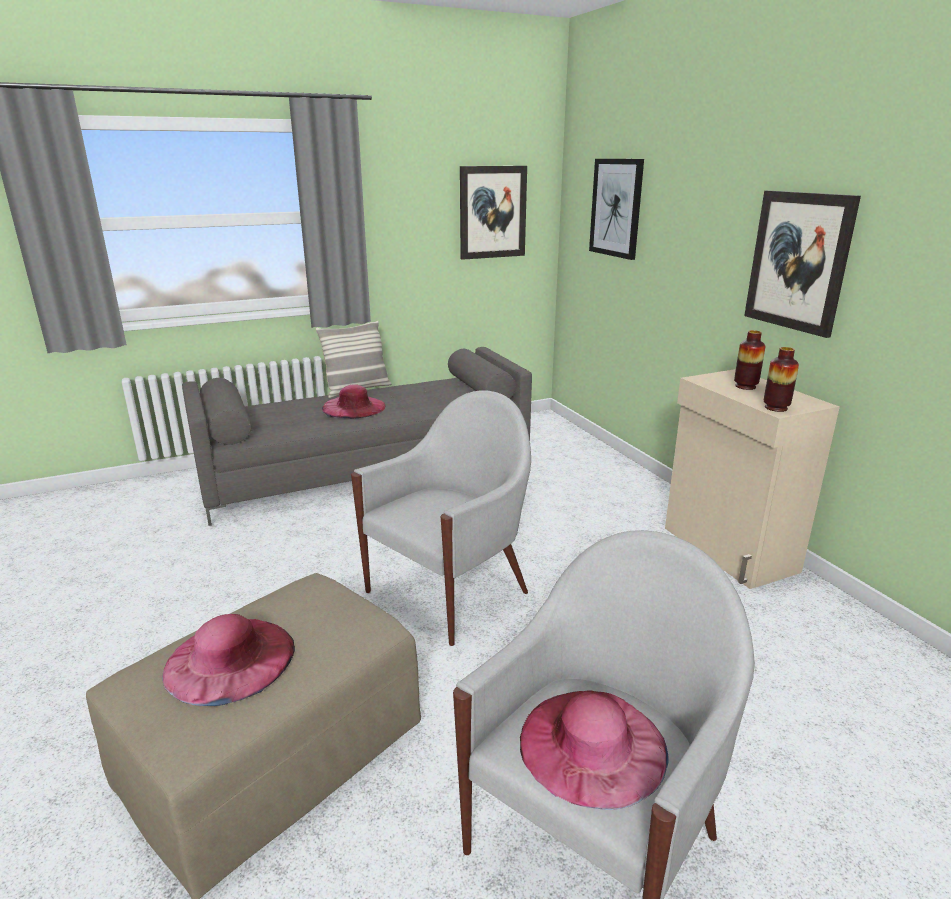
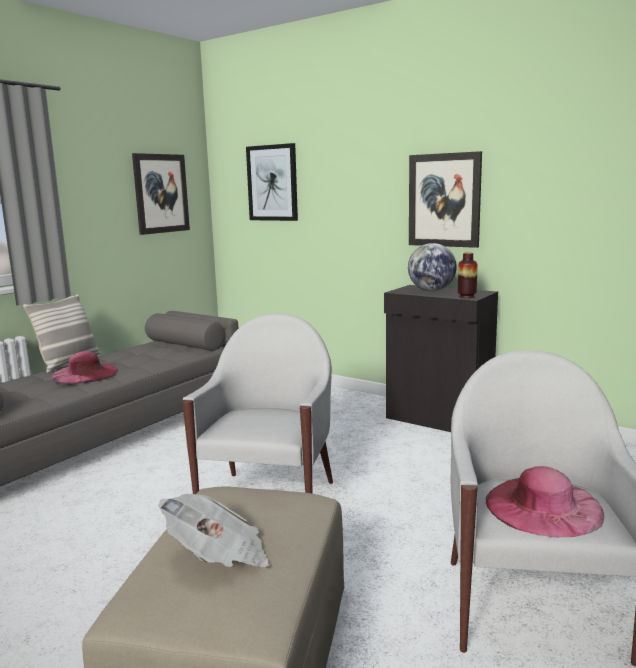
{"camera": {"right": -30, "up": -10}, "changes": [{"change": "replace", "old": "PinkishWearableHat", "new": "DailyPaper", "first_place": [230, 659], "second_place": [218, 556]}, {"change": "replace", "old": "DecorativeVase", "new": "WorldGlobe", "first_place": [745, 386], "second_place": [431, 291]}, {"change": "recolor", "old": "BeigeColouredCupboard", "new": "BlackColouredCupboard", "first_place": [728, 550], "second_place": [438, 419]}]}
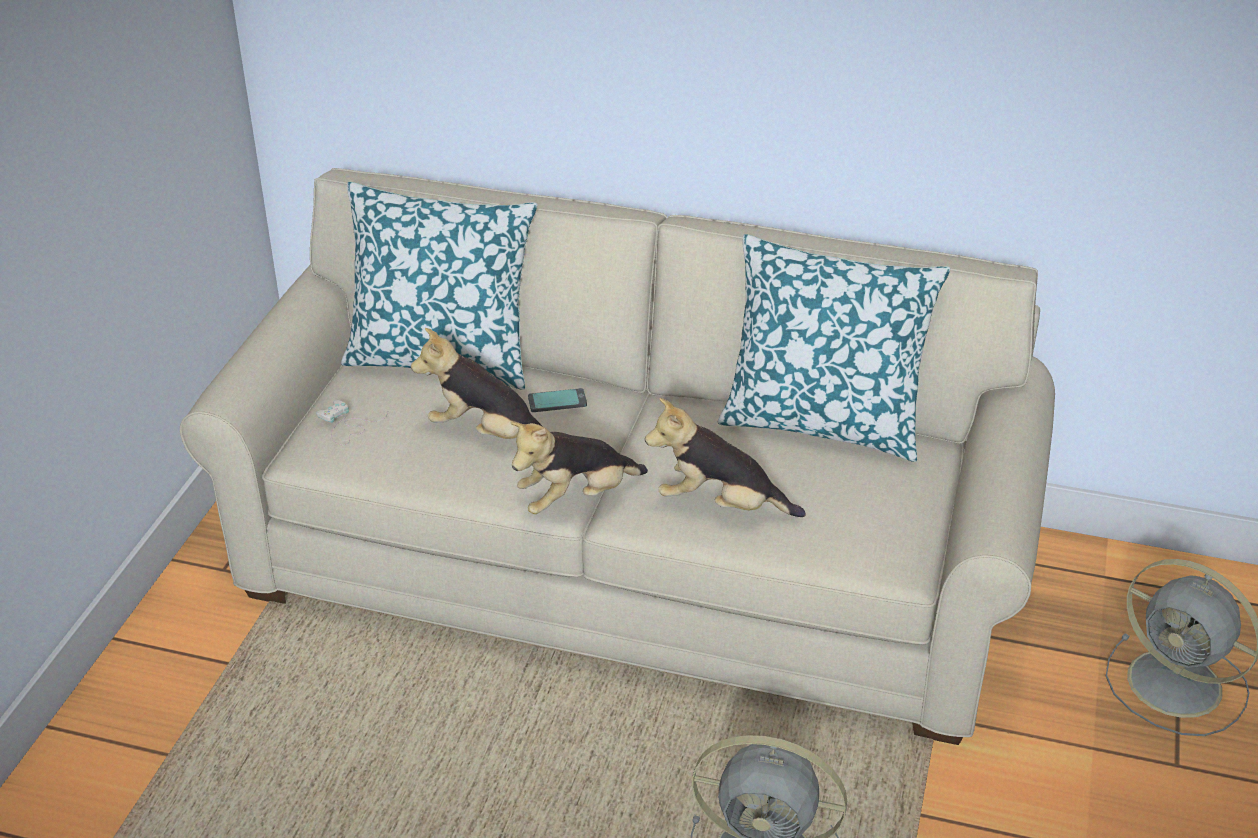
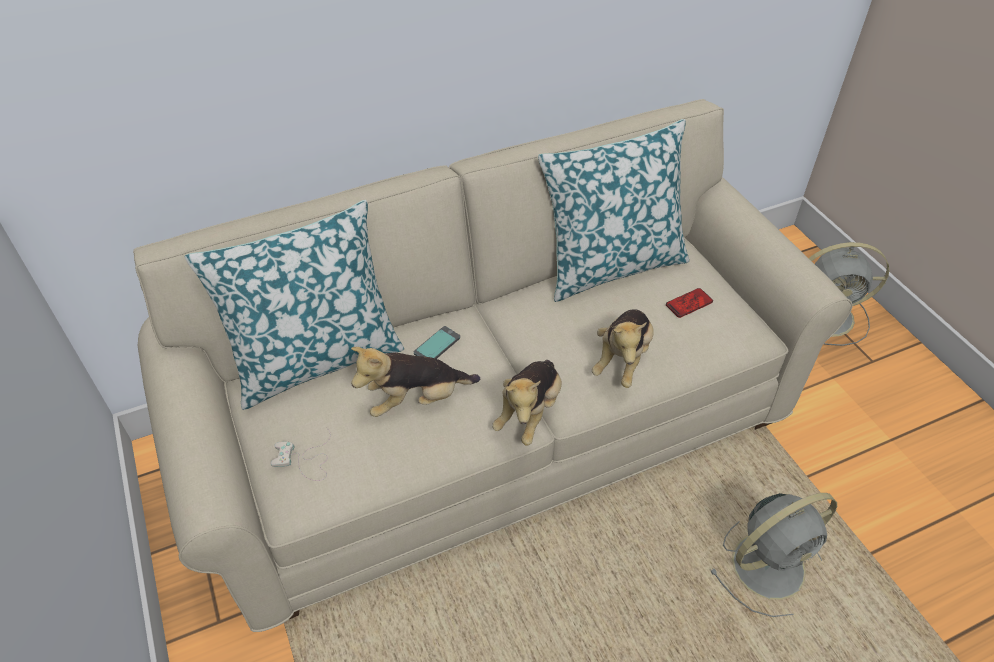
{"camera": {"right": -40, "up": 10}, "changes": [{"change": "insert", "new": "Phone", "second_place": [689, 303]}, {"change": "rotate", "old": "PlushToy", "first_place": [720, 505], "second_place": [622, 359], "degrees": -45}]}
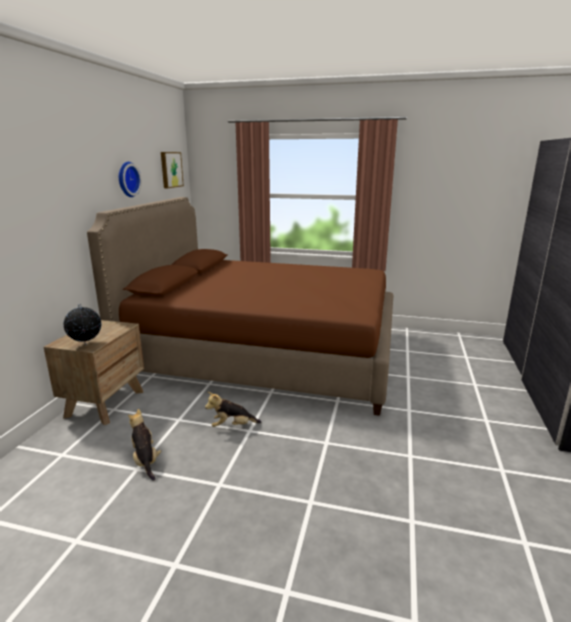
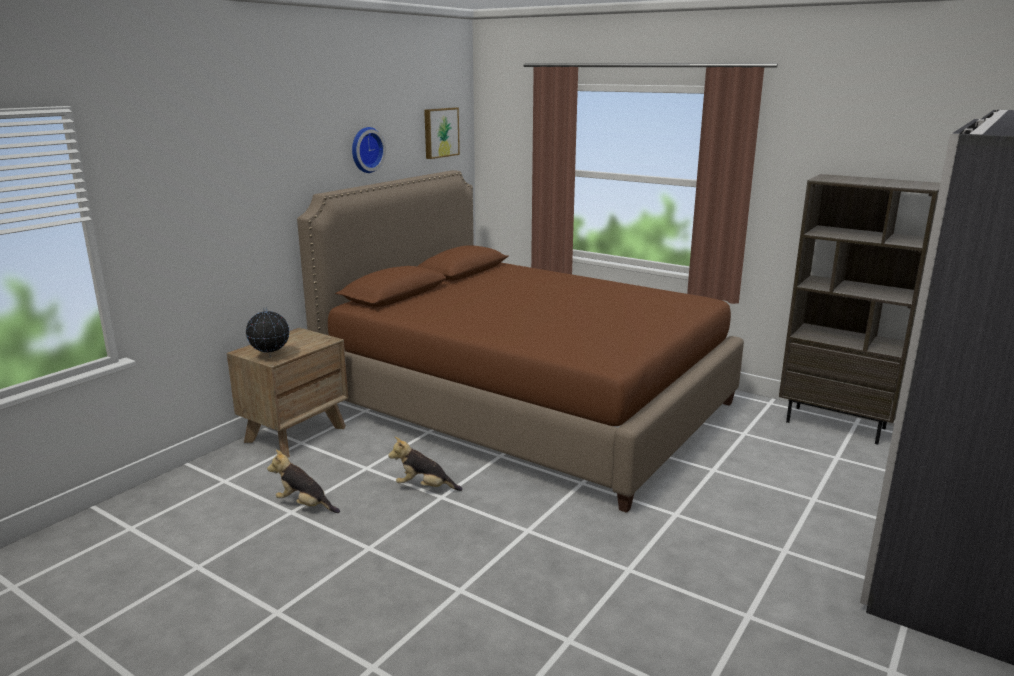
{"camera": {"right": 20, "up": 0}, "changes": [{"change": "insert", "new": "BrownColouredBookcase", "second_place": [836, 425]}, {"change": "rotate", "old": "PlushToy", "first_place": [145, 460], "second_place": [305, 505], "degrees": -60}]}
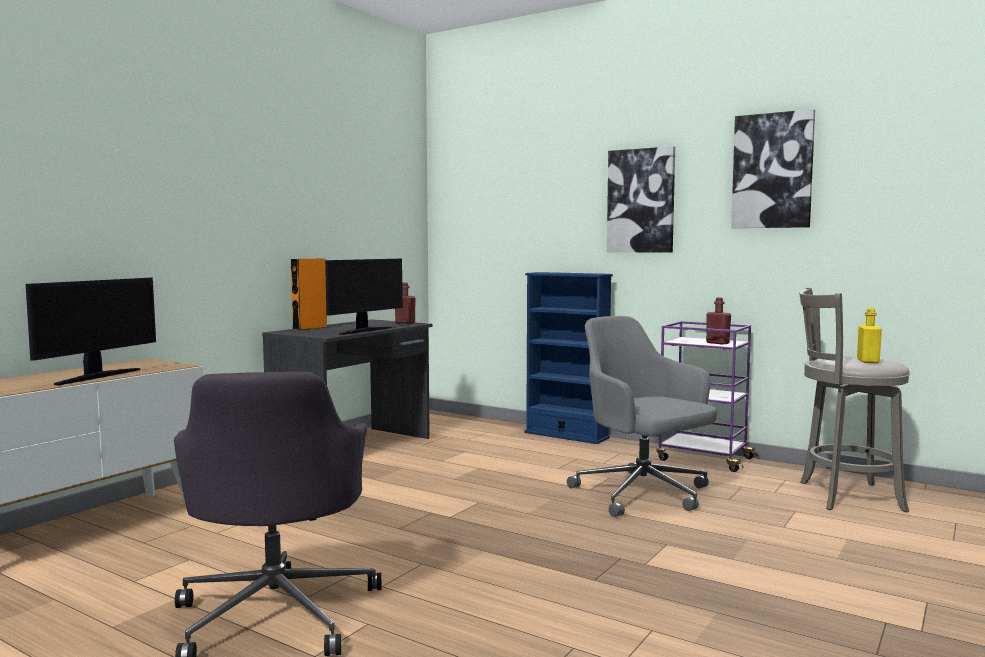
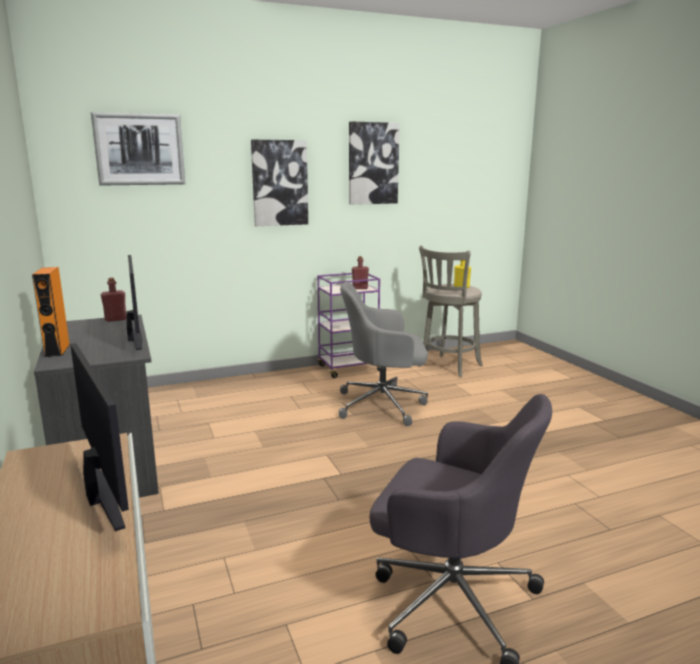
{"camera": {"right": -55, "up": 10}, "changes": [{"change": "delete", "old": "BlueBookcase", "first_place": [566, 435]}, {"change": "insert", "new": "WallArt", "second_place": [139, 149]}]}
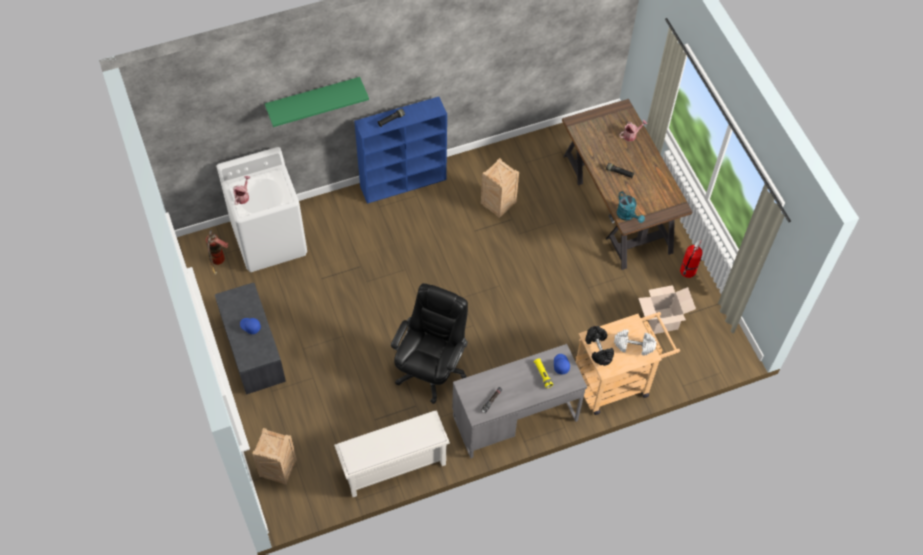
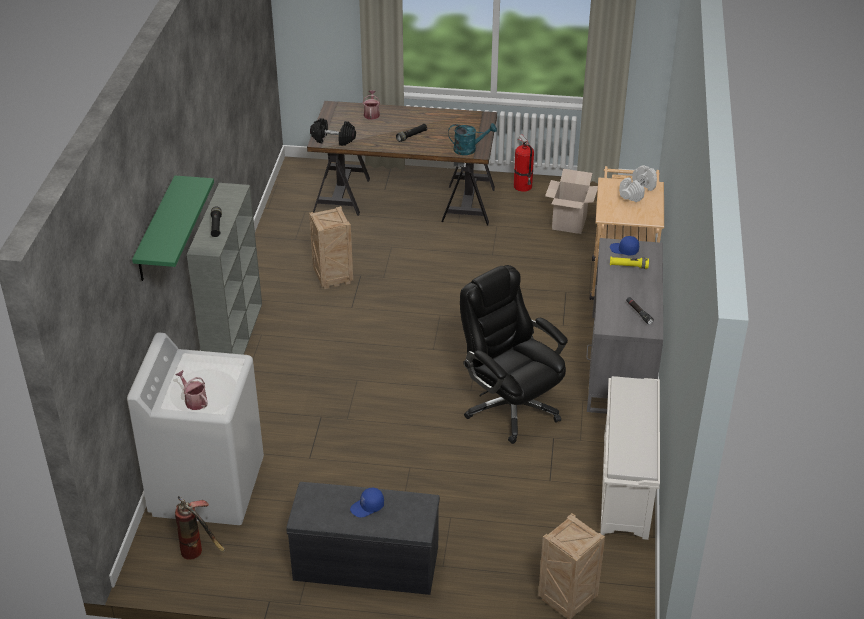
{"camera": {"right": -60, "up": -20}, "changes": [{"change": "move", "old": "BlackColouredFreeWeight", "first_place": [598, 349], "second_place": [333, 139]}, {"change": "recolor", "old": "BlueBookcase", "new": "GreyBookcase", "first_place": [404, 182], "second_place": [234, 338]}]}
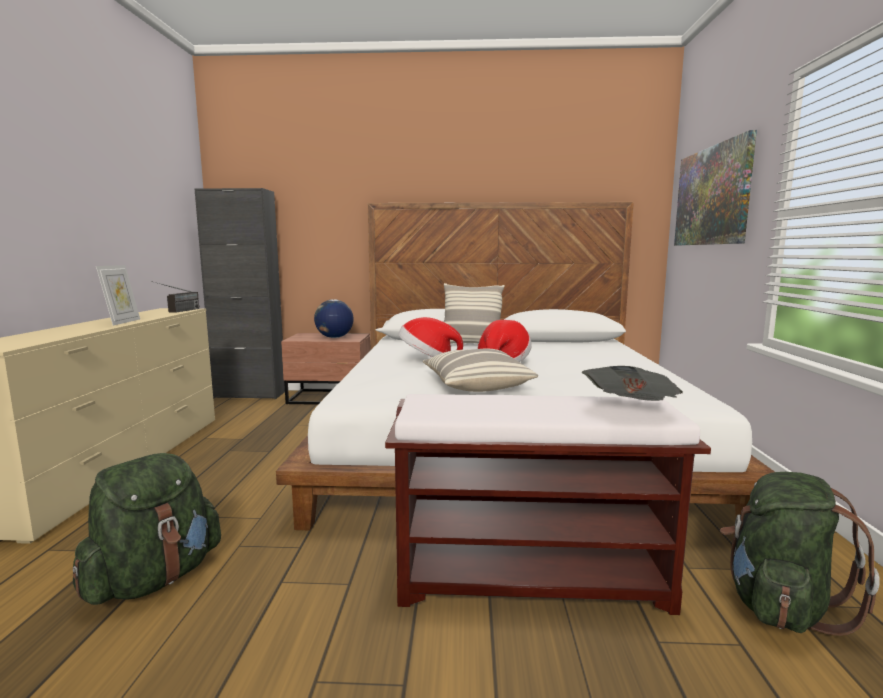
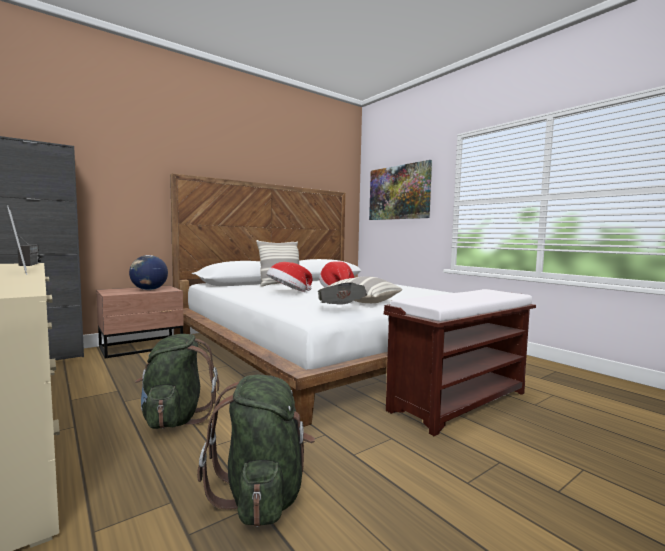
{"camera": {"right": -40, "up": -5}, "changes": [{"change": "move", "old": "DailyPaper", "first_place": [631, 410], "second_place": [341, 308]}, {"change": "move", "old": "GreenBackpack", "first_place": [779, 605], "second_place": [175, 418]}]}
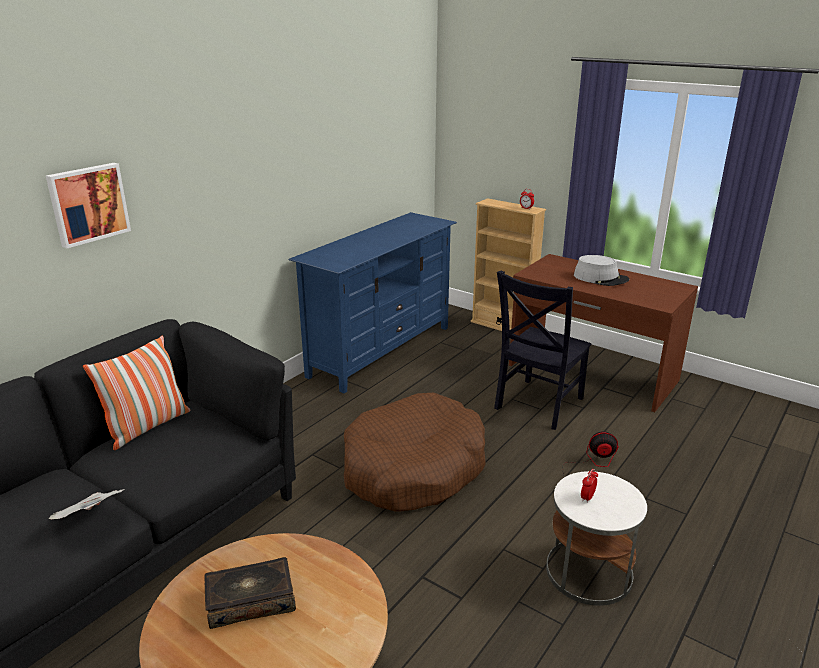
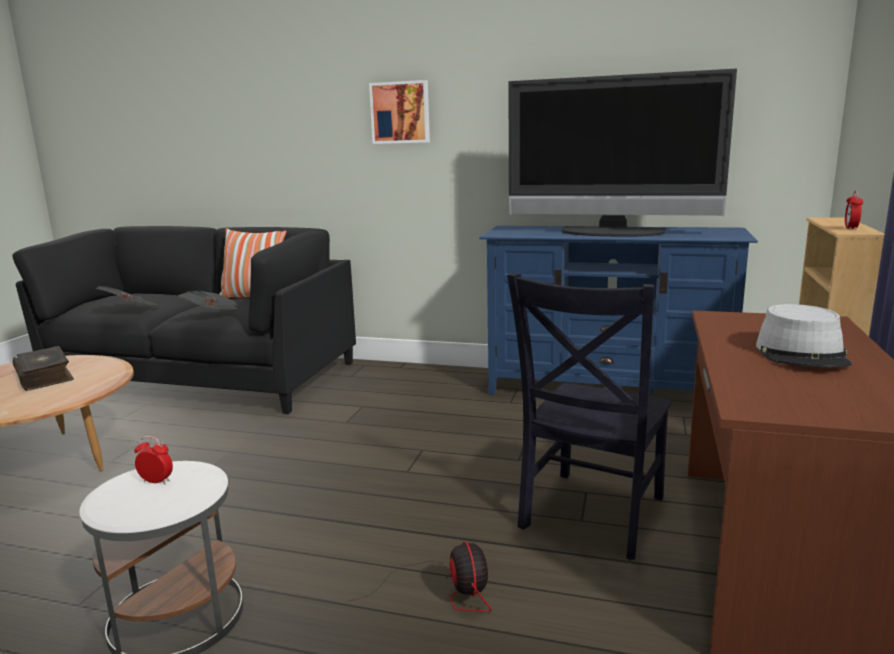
{"camera": {"right": 70, "up": -10}, "changes": [{"change": "delete", "old": "BrownColouredDogBed", "first_place": [413, 468]}, {"change": "insert", "new": "DailyPaper", "second_place": [213, 316]}, {"change": "insert", "new": "Television", "second_place": [611, 232]}, {"change": "move", "old": "WallArt", "first_place": [88, 204], "second_place": [400, 112]}, {"change": "rotate", "old": "BlackColouredUprightChair", "first_place": [537, 405], "second_place": [590, 515], "degrees": -75}]}
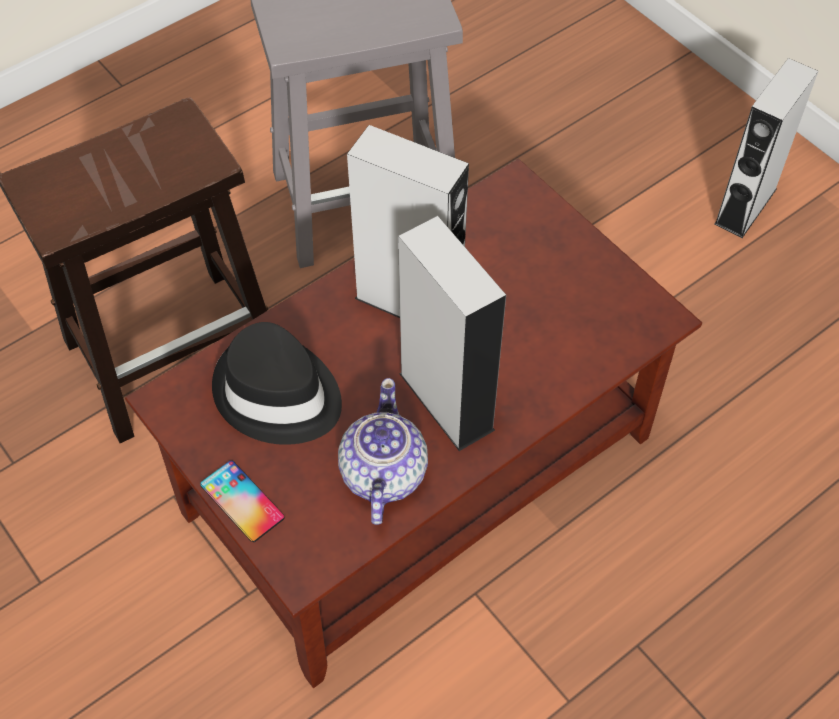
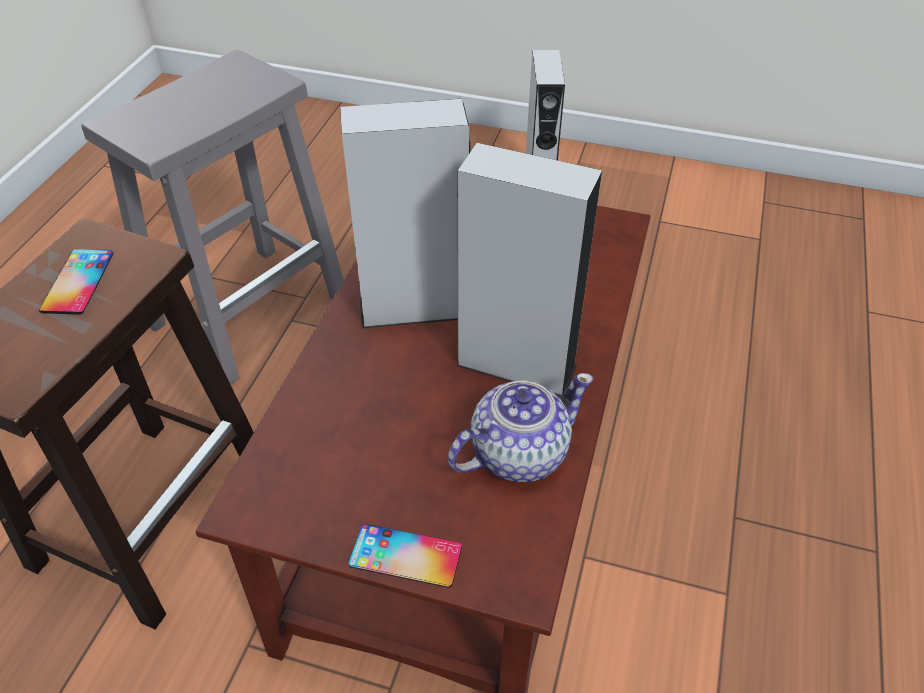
{"camera": {"right": -35, "up": -10}, "changes": [{"change": "delete", "old": "BlackColouredWearableHat", "first_place": [277, 395]}, {"change": "insert", "new": "Phone", "second_place": [78, 281]}, {"change": "rotate", "old": "TeaPot", "first_place": [382, 474], "second_place": [517, 453], "degrees": 90}]}
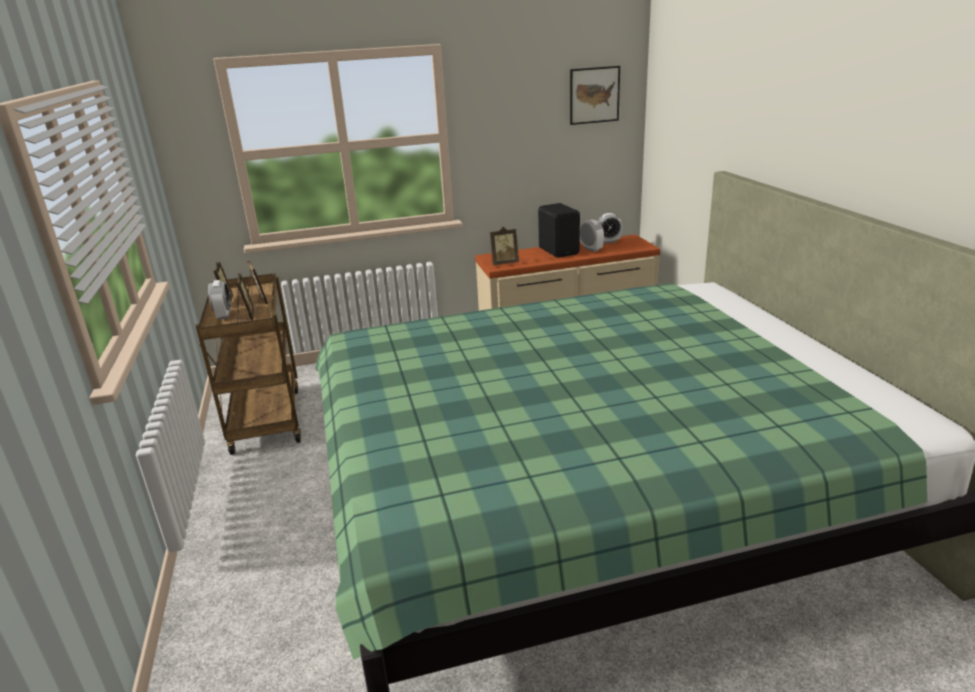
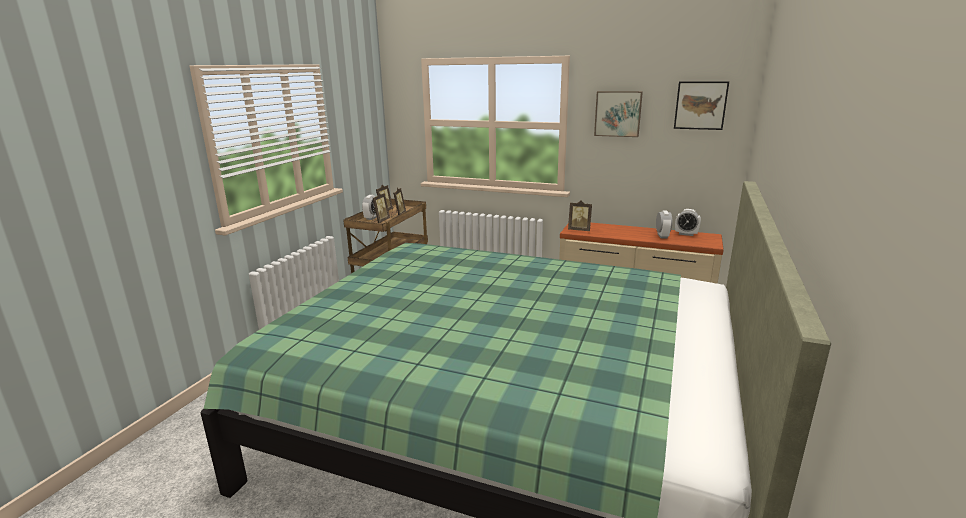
{"camera": {"right": 35, "up": -5}, "changes": [{"change": "delete", "old": "BlackColouredLoudspeaker", "first_place": [559, 251]}, {"change": "insert", "new": "WallArt", "second_place": [618, 113]}]}
